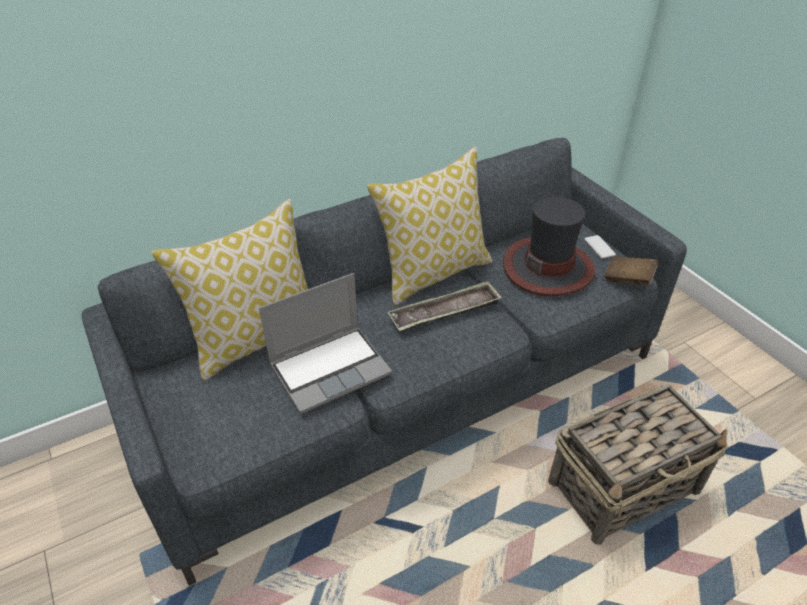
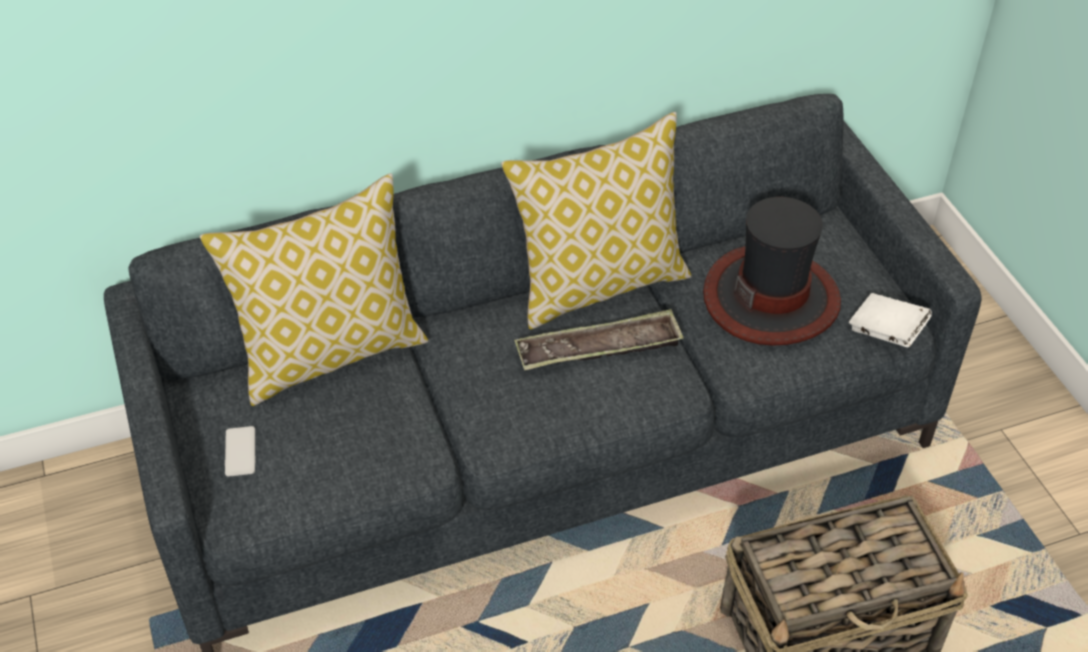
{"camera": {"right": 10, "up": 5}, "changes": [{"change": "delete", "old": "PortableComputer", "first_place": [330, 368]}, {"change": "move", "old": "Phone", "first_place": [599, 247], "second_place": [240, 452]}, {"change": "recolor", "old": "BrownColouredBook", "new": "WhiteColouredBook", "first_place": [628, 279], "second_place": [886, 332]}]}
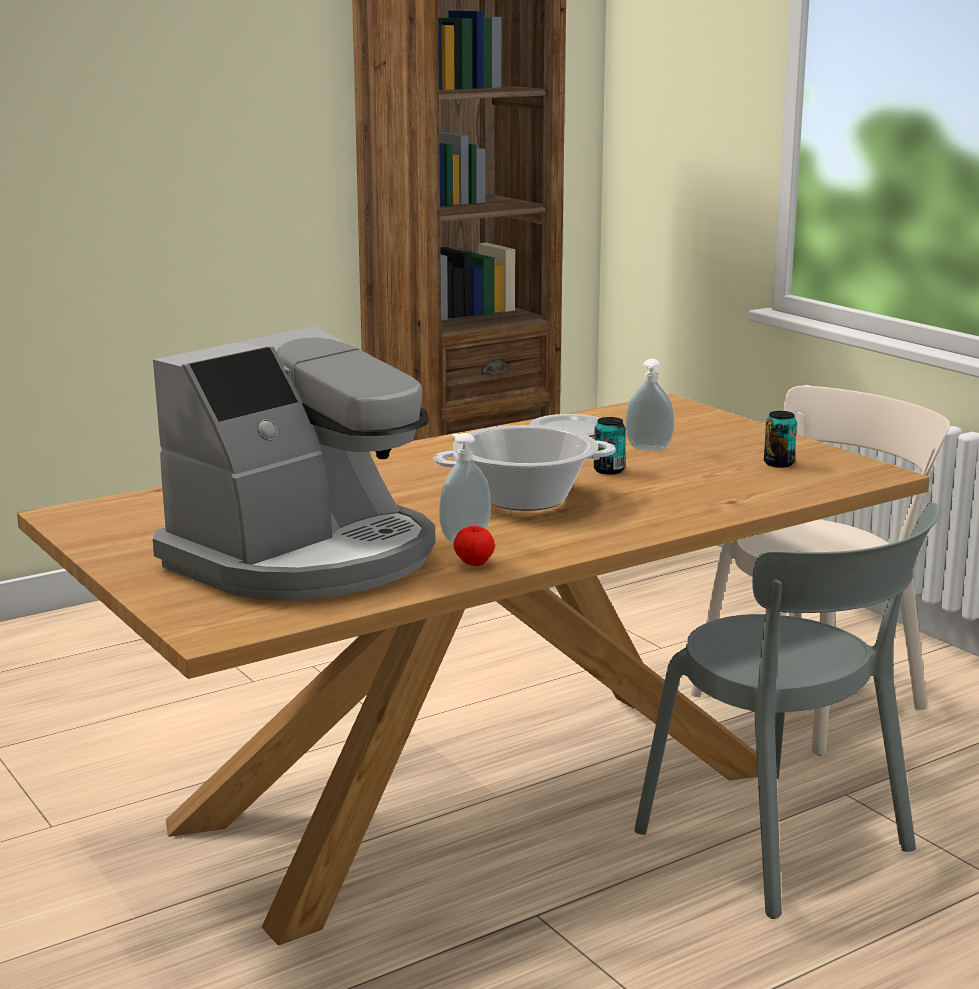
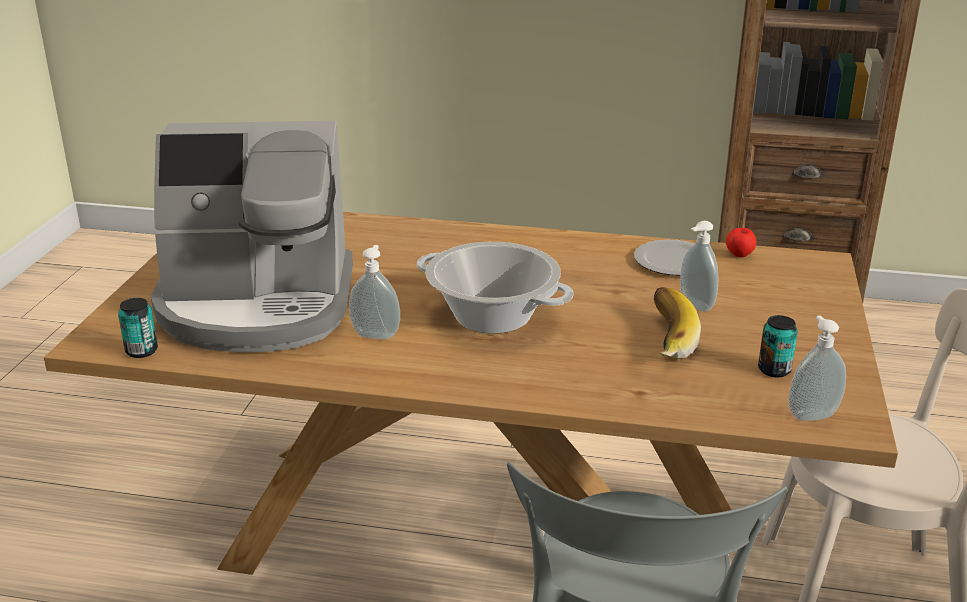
{"camera": {"right": 45, "up": 10}, "changes": [{"change": "insert", "new": "Banana", "second_place": [663, 339]}, {"change": "insert", "new": "LiquidSoapBottle", "second_place": [811, 414]}, {"change": "move", "old": "WholeApple", "first_place": [474, 563], "second_place": [739, 254]}, {"change": "move", "old": "Can", "first_place": [609, 470], "second_place": [141, 351]}]}
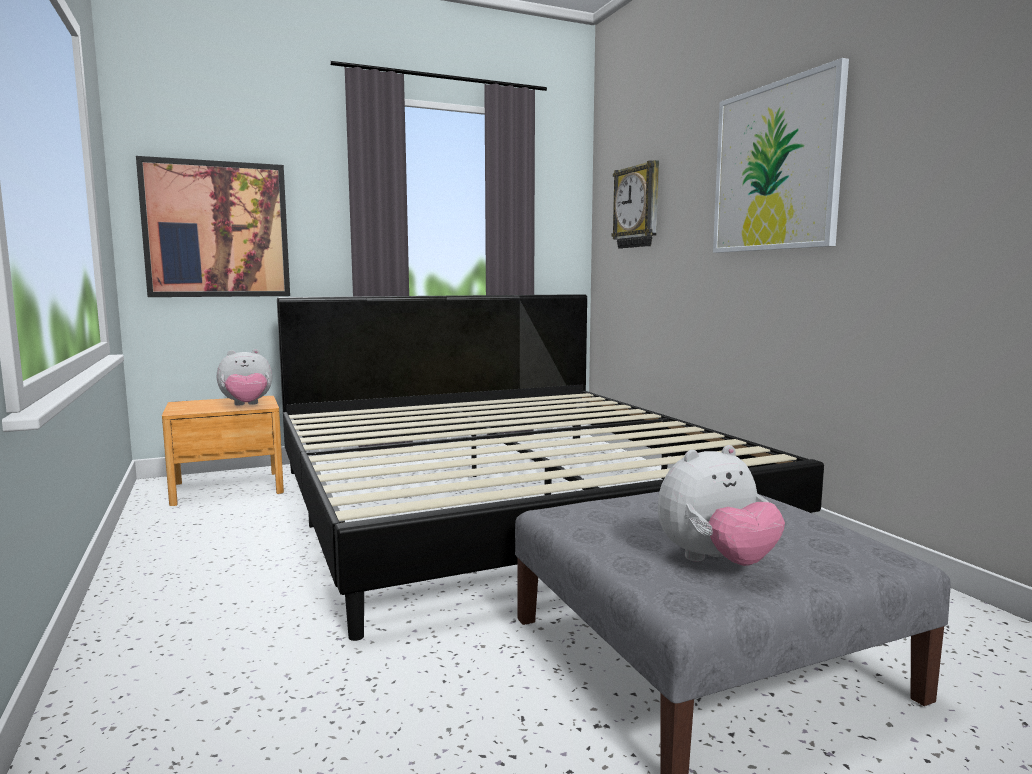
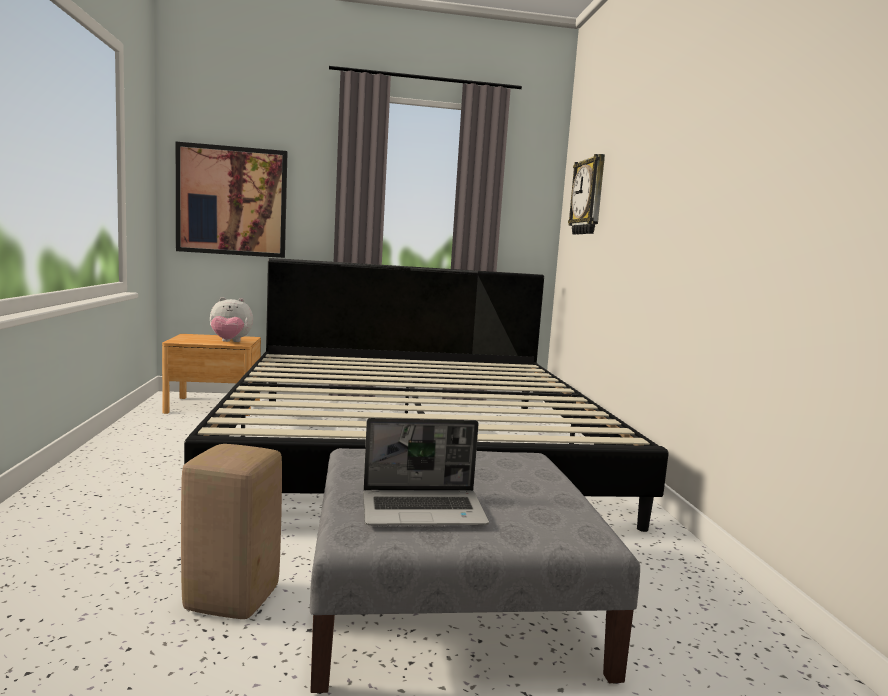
{"camera": {"right": 15, "up": 0}, "changes": [{"change": "delete", "old": "WallArt", "first_place": [775, 167]}, {"change": "insert", "new": "BeigeColouredStoolSeat", "second_place": [233, 600]}, {"change": "replace", "old": "PlushToy", "new": "PortableComputer", "first_place": [715, 562], "second_place": [424, 510]}]}
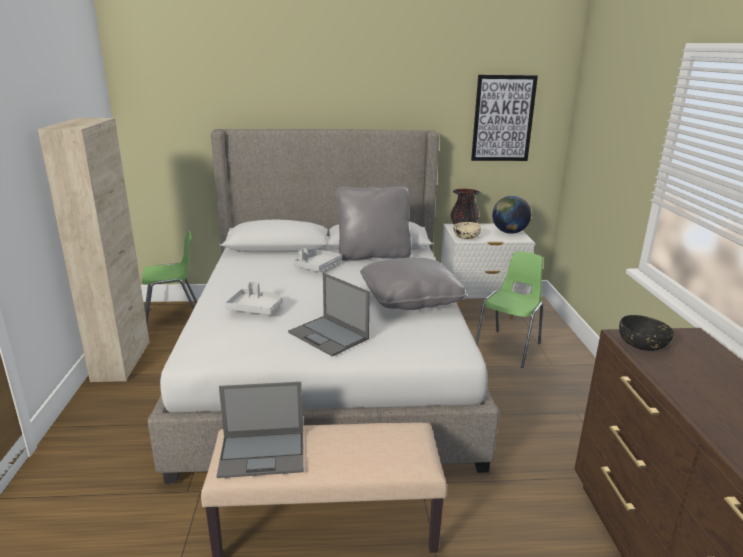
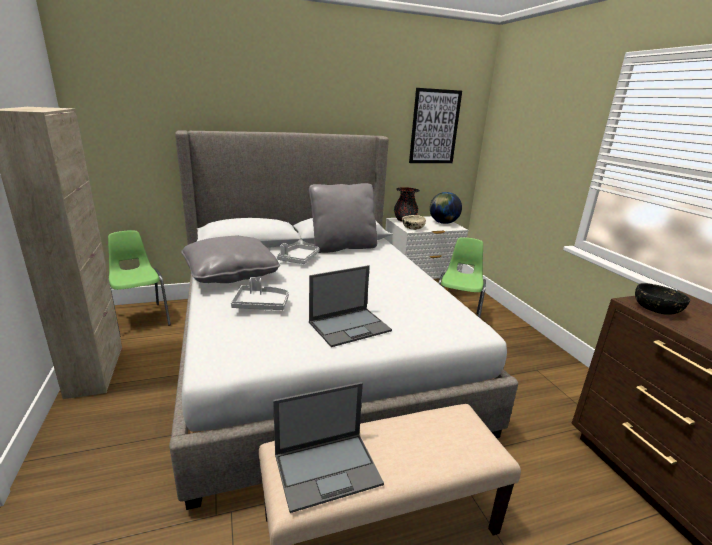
{"camera": {"right": -15, "up": 0}, "changes": [{"change": "move", "old": "GreyThrowPillow", "first_place": [410, 299], "second_place": [230, 274]}, {"change": "rotate", "old": "GreenUprightChair", "first_place": [173, 317], "second_place": [141, 319], "degrees": -90}, {"change": "rotate", "old": "PortableComputer", "first_place": [329, 336], "second_place": [350, 326], "degrees": -60}]}
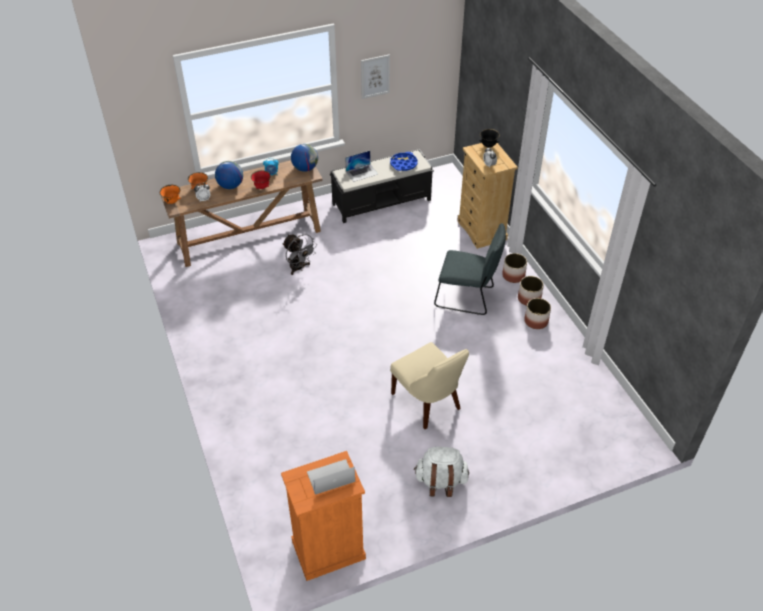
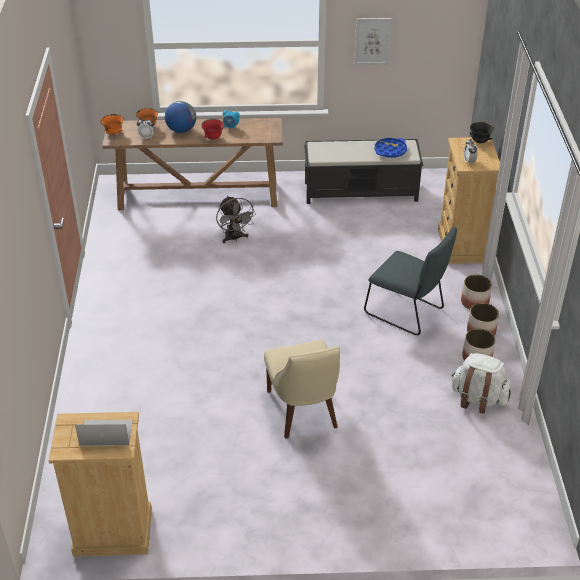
{"camera": {"right": 20, "up": -5}, "changes": [{"change": "delete", "old": "WorldGlobe", "first_place": [305, 168]}, {"change": "delete", "old": "PortableComputer", "first_place": [362, 172]}, {"change": "move", "old": "WhiteColouredBackpack", "first_place": [440, 481], "second_place": [478, 399]}, {"change": "recolor", "old": "OrangeyDresser", "new": "BeigeColouredDresser", "first_place": [328, 550], "second_place": [112, 532]}]}
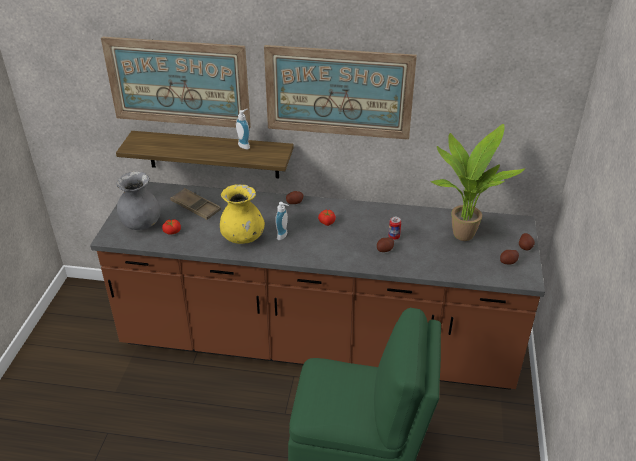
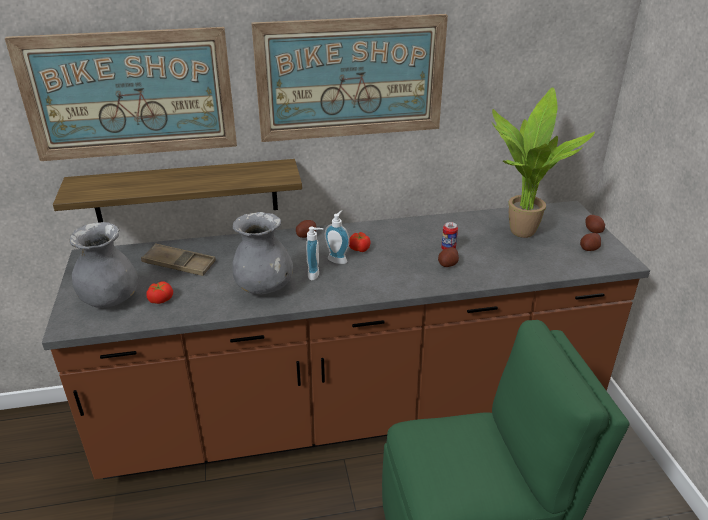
{"camera": {"right": -20, "up": -5}, "changes": [{"change": "move", "old": "LiquidSoapBottle", "first_place": [245, 145], "second_place": [338, 259]}, {"change": "recolor", "old": "YellowDecorativeVase", "new": "GreyDecorativeVase", "first_place": [243, 238], "second_place": [264, 287]}]}
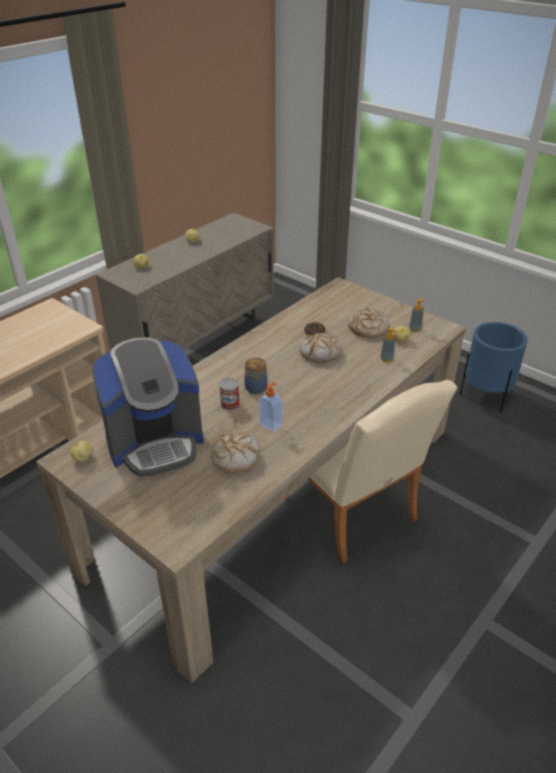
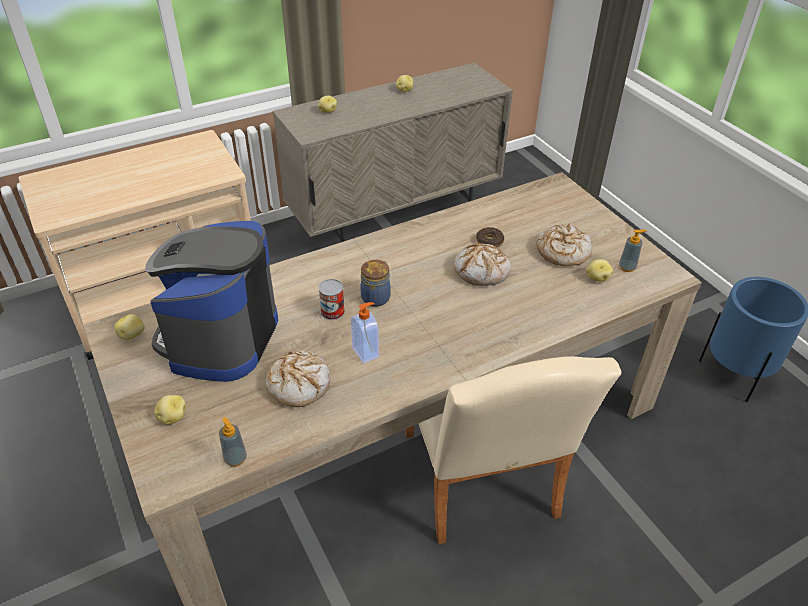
{"camera": {"right": 20, "up": 5}, "changes": [{"change": "insert", "new": "Potato", "second_place": [172, 417]}, {"change": "move", "old": "LiquidSoapBottle", "first_place": [386, 359], "second_place": [235, 459]}, {"change": "rotate", "old": "CoffeeBrewer", "first_place": [155, 442], "second_place": [220, 338], "degrees": 105}]}
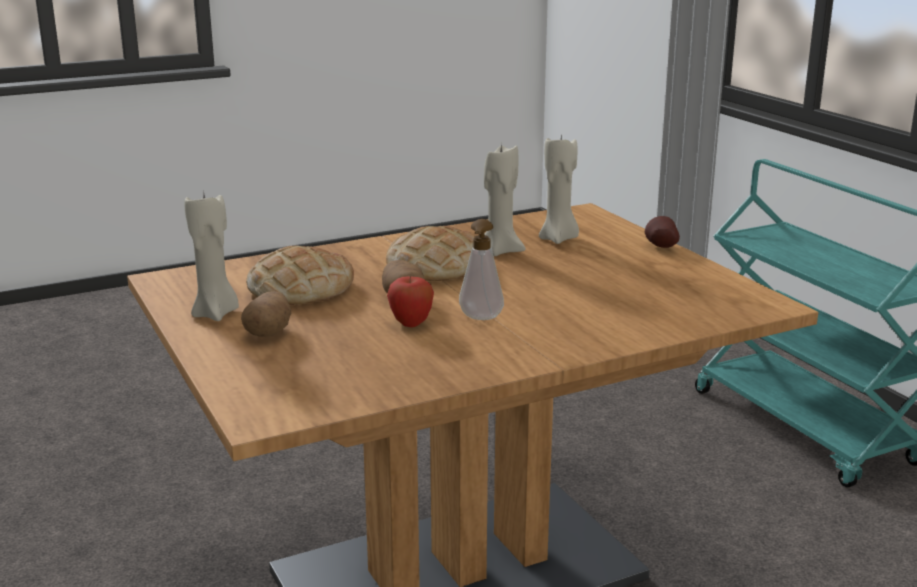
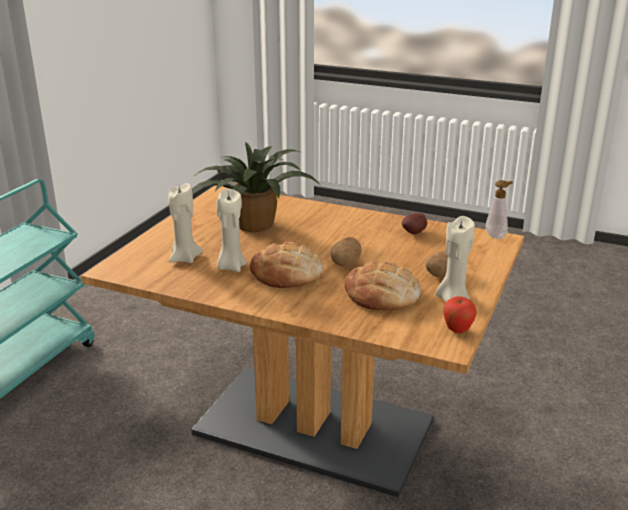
{"camera": {"right": -130, "up": 5}, "changes": [{"change": "insert", "new": "PottedPlant", "second_place": [252, 226]}, {"change": "move", "old": "WholeApple", "first_place": [411, 324], "second_place": [457, 330]}, {"change": "move", "old": "LiquidSoapBottle", "first_place": [480, 318], "second_place": [497, 236]}, {"change": "move", "old": "Potato", "first_place": [659, 246], "second_place": [415, 233]}]}
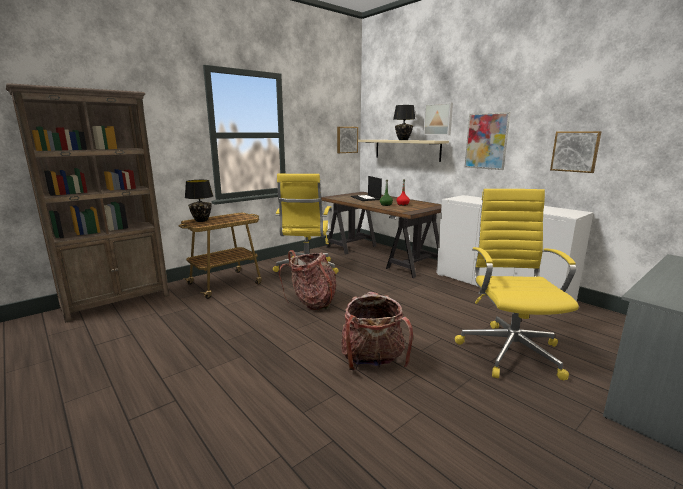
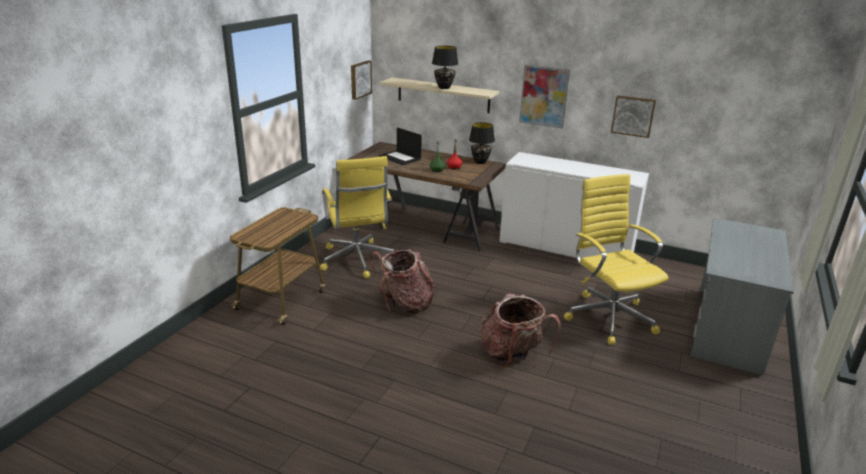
{"camera": {"right": -25, "up": 10}, "changes": [{"change": "delete", "old": "BrownColouredBookcase", "first_place": [118, 302]}, {"change": "delete", "old": "WallArt", "first_place": [438, 119]}, {"change": "move", "old": "BlackColouredTabletopLamp", "first_place": [201, 220], "second_place": [480, 162]}]}
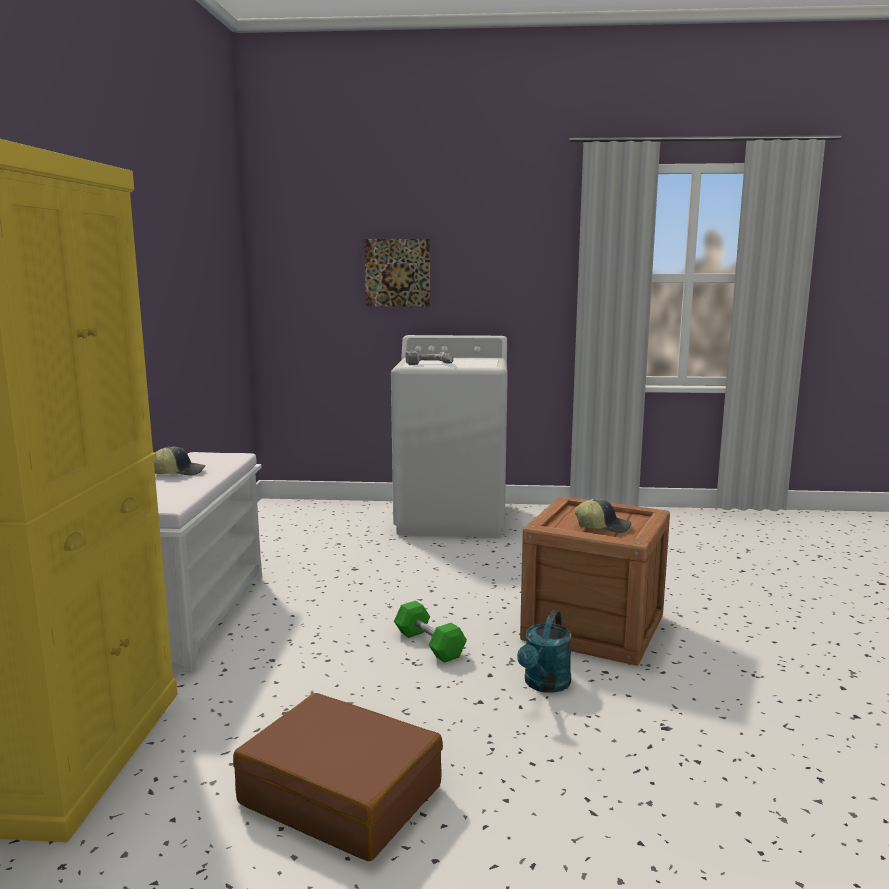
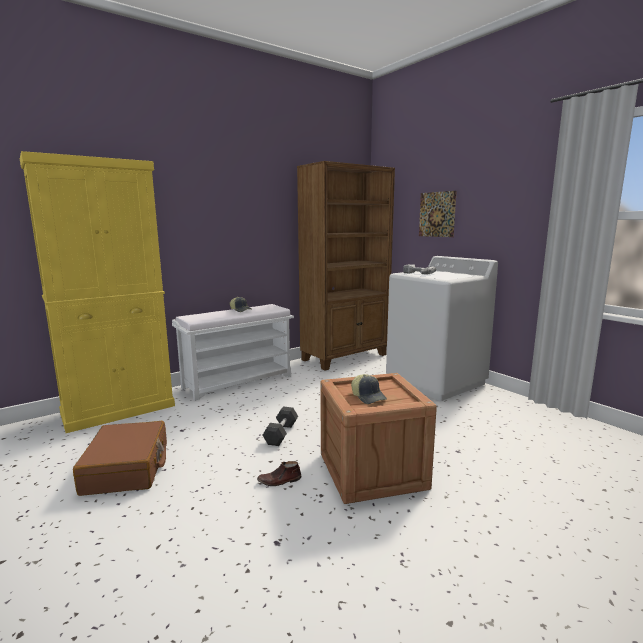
{"camera": {"right": 50, "up": 0}, "changes": [{"change": "insert", "new": "BrownColouredBookcase", "second_place": [345, 357]}, {"change": "replace", "old": "TurquoiseColouredWateringCan", "new": "BrownColouredShoe", "first_place": [544, 685], "second_place": [279, 481]}, {"change": "recolor", "old": "GreenFreeWeight", "new": "GreyFreeWeight", "first_place": [429, 644], "second_place": [281, 434]}]}
